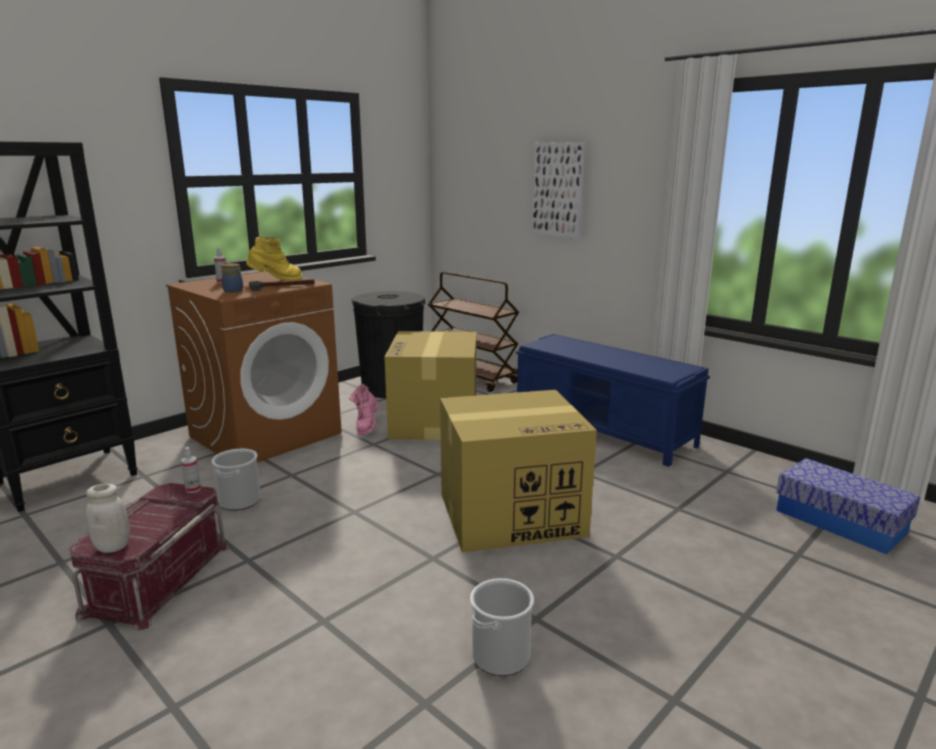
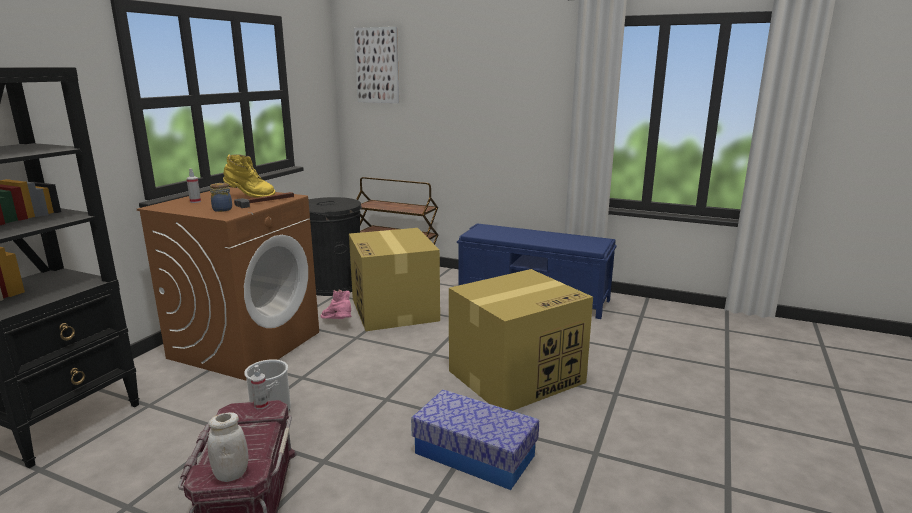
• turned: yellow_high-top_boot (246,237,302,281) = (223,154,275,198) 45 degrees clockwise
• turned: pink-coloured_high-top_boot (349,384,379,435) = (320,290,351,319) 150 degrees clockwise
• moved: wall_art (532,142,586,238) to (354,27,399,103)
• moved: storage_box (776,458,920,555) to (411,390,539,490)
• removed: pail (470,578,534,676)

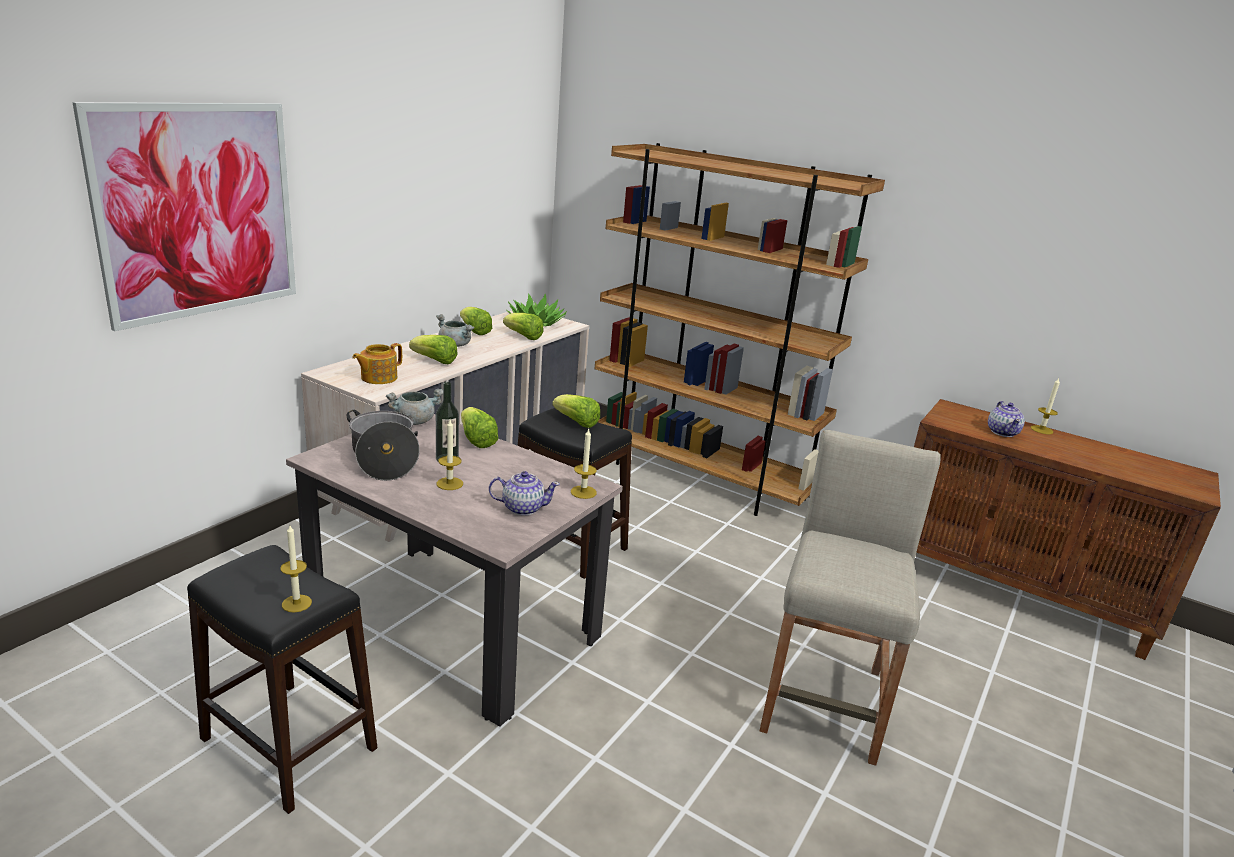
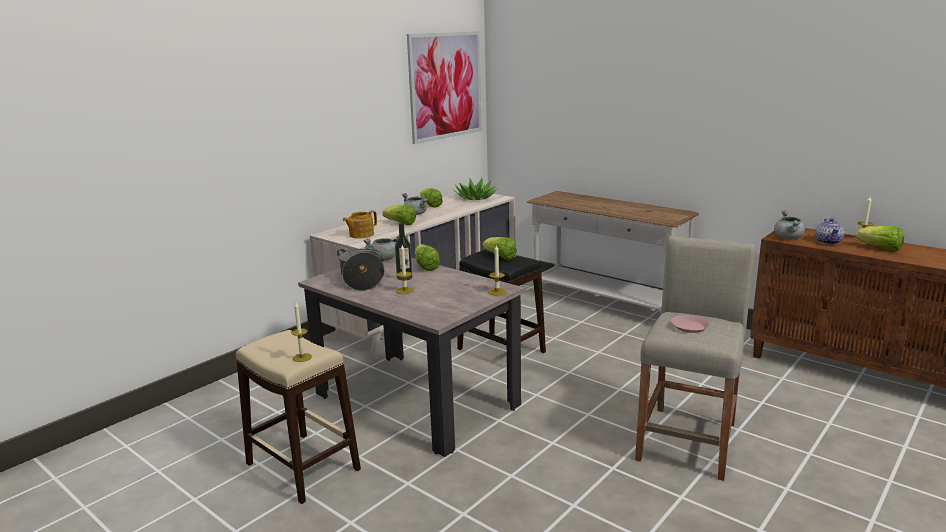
• recoloured: black-coloured_stool_seat (187,545,377,814) to beige-coloured_stool_seat (236,330,361,504)
• moved: wall_art (72,102,296,331) to (407,31,482,144)
• replaced: brown-coloured_bookshelf (595,143,885,516) to white_narrow_table (527,191,699,314)
• added: pink-coloured_dinner_plate (671,315,710,333)
• added: greyish_saucepot (774,210,805,239)
• moved: lettuce (503,313,543,340) to (855,226,904,251)
• removed: pot_for_tea (489,471,560,516)

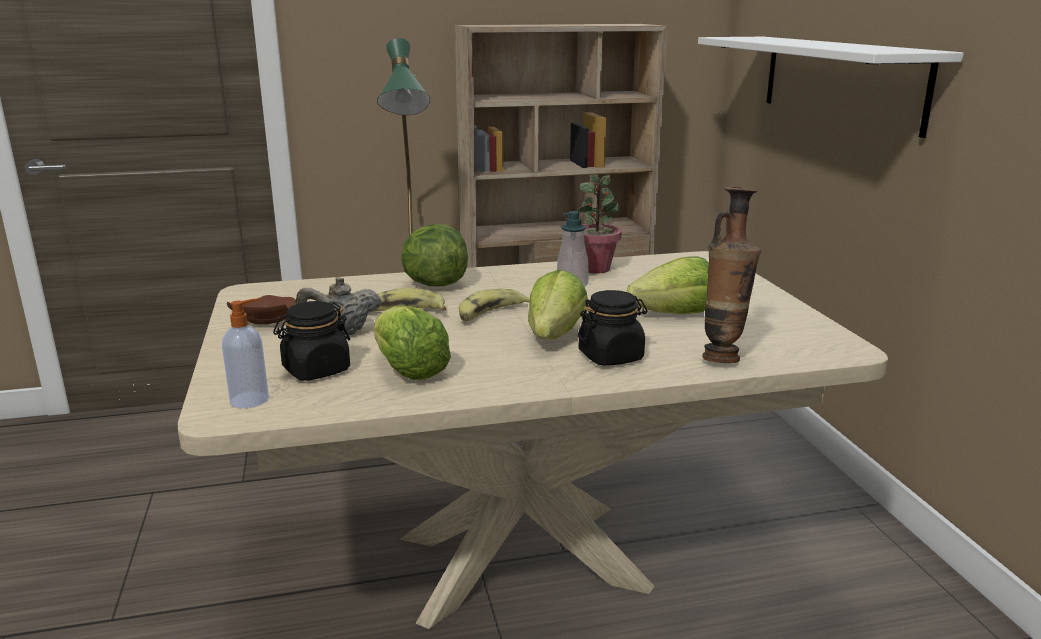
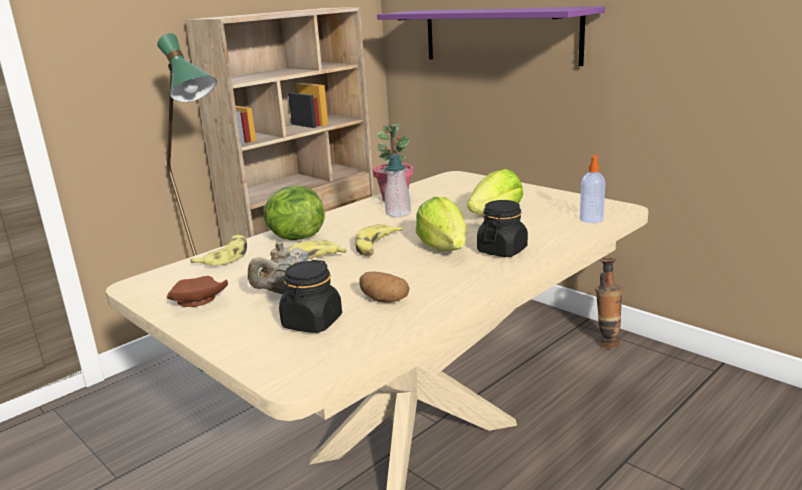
• added: banana_fruit (190,235,247,266)
• replaced: lettuce (374,306,451,380) to whole_potato (359,272,410,303)
• recoloured: white_bracket_shelf (698,37,964,138) to purple-coloured_bracket_shelf (377,6,605,66)
• moved: soap_bottle (222,299,269,408) to (580,154,605,223)
• moved: flower_vase (702,187,761,363) to (595,257,623,348)

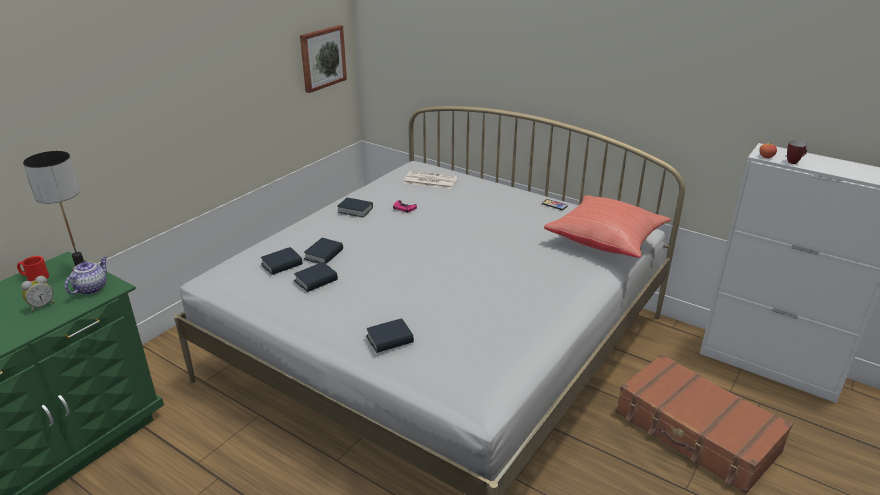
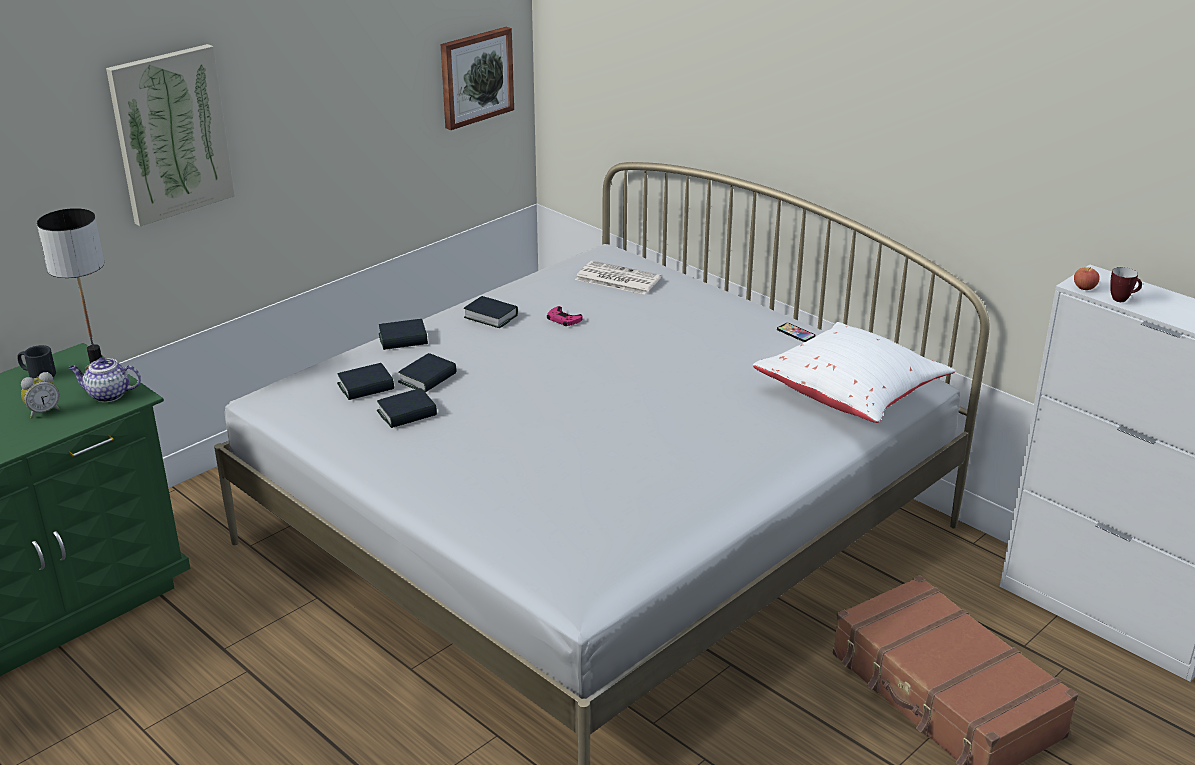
• recoloured: red_mug (17,256,49,281) to black-coloured_mug (17,345,56,379)
• turned: pot_for_tea (65,257,107,295) = (69,357,141,402) 120 degrees counterclockwise
• added: wall_art (106,44,235,226)
• moved: book (366,318,414,353) to (379,319,428,350)
• recoloured: red_cushion (544,195,671,257) to white_cushion (753,322,955,423)

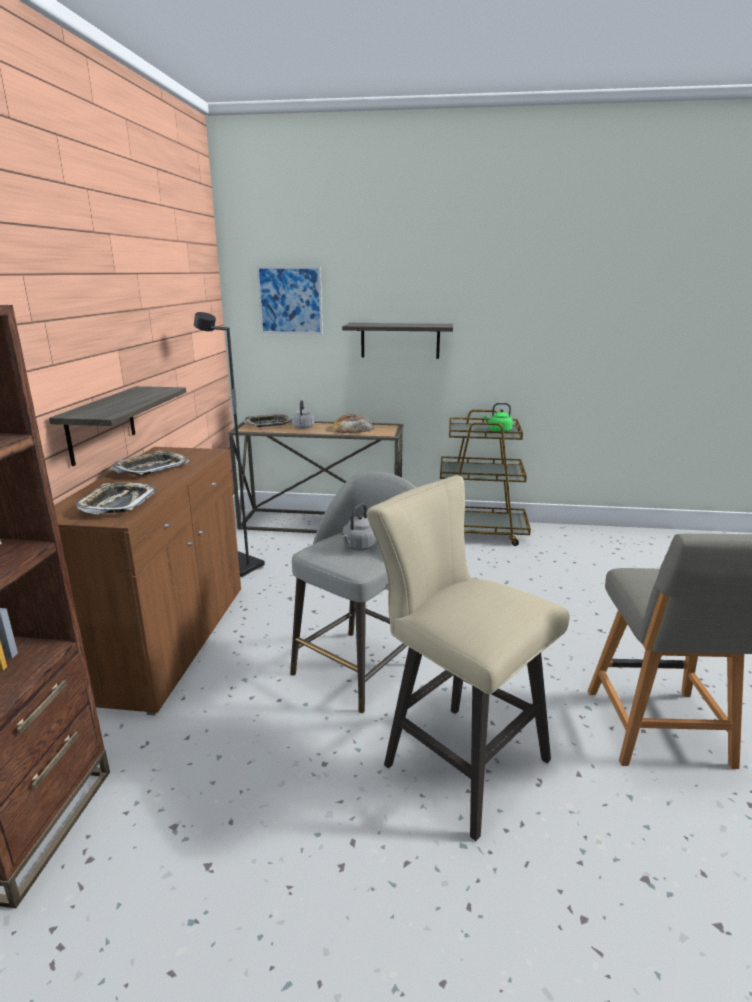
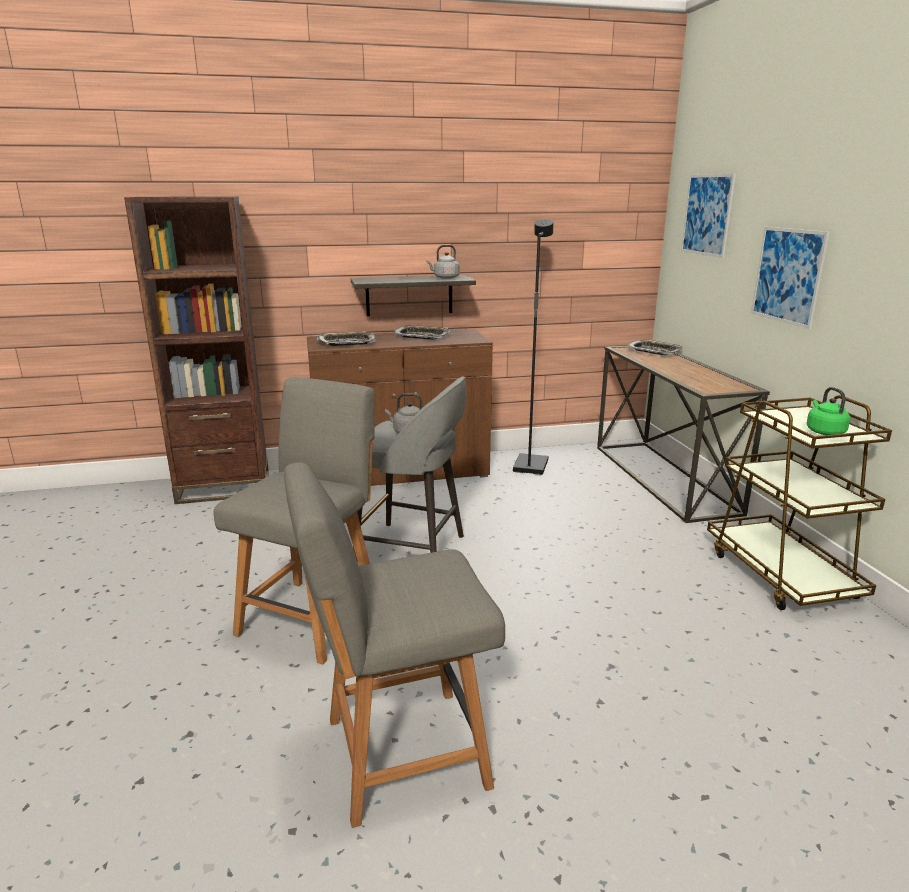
• replaced: beige-coloured_stool_seat (367,475,569,841) to greyish_upright_chair (213,377,375,665)
• moved: greyish_kettle (292,400,314,429) to (426,245,460,279)
• replaced: bracket_shelf (342,323,453,359) to wall_art (751,227,830,329)
• removed: bread (331,414,374,433)

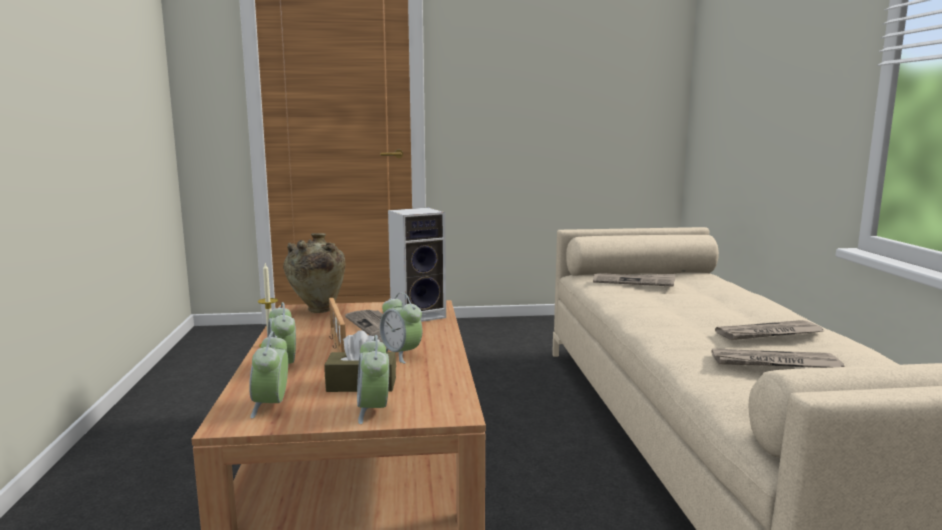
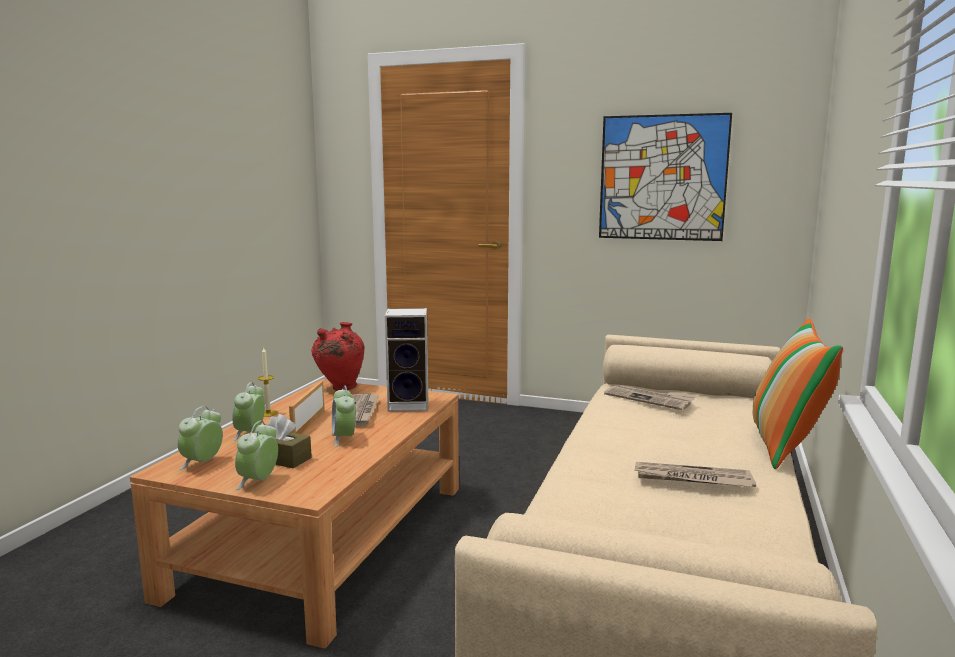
• recoloured: beige-coloured_flower_vase (283,233,345,313) to red_flower_vase (311,322,365,391)
• added: wall_art (599,113,732,241)
• added: cushion (753,318,843,469)
• removed: printed_paper (711,348,844,368)

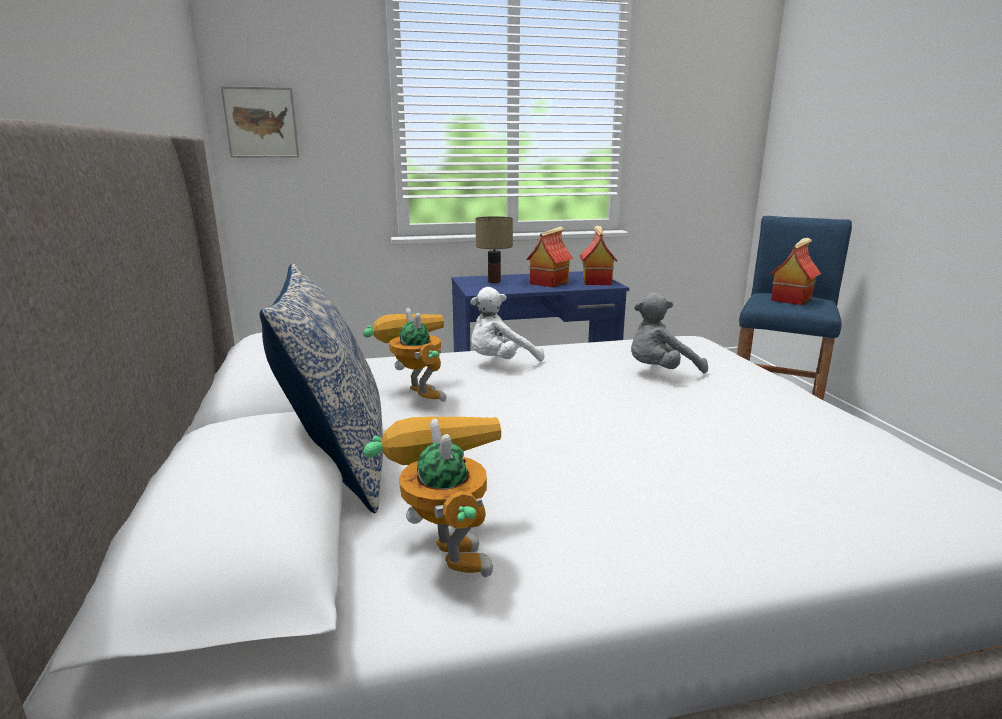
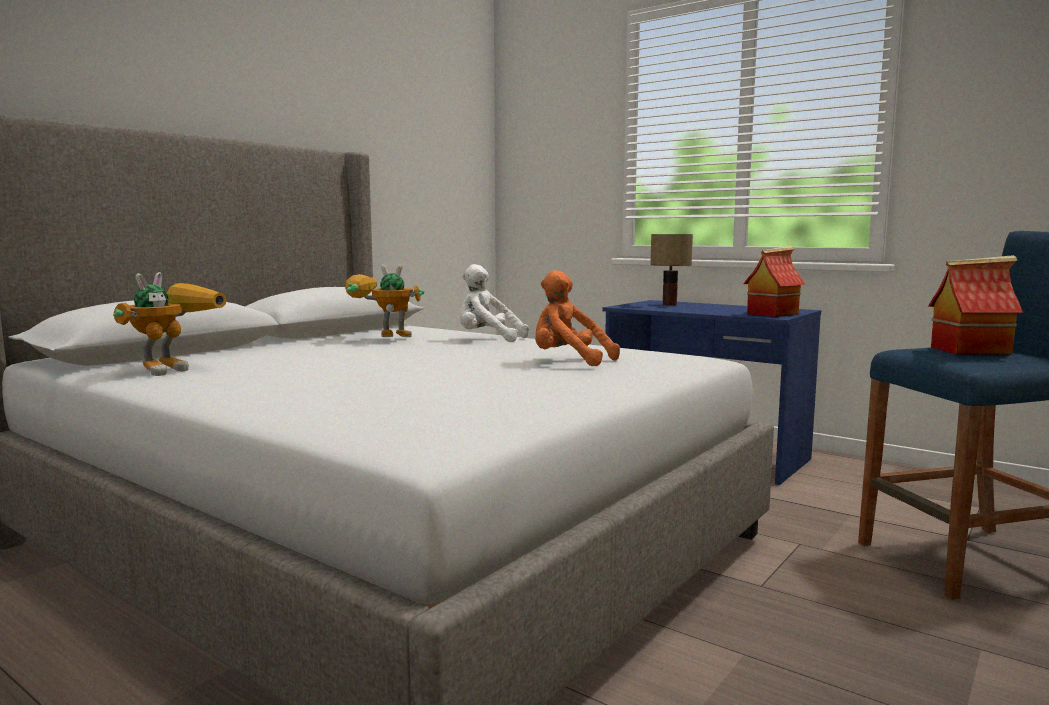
• turned: robot_figure (363,308,446,402) = (345,264,424,337) 105 degrees counterclockwise
• recoloured: greyish_cuddly_toy (631,292,708,373) to orange_cuddly_toy (535,270,620,366)
• removed: wall_art (221,86,299,158)
• removed: cushion (260,263,383,513)
• removed: miniature_house (526,226,573,287)

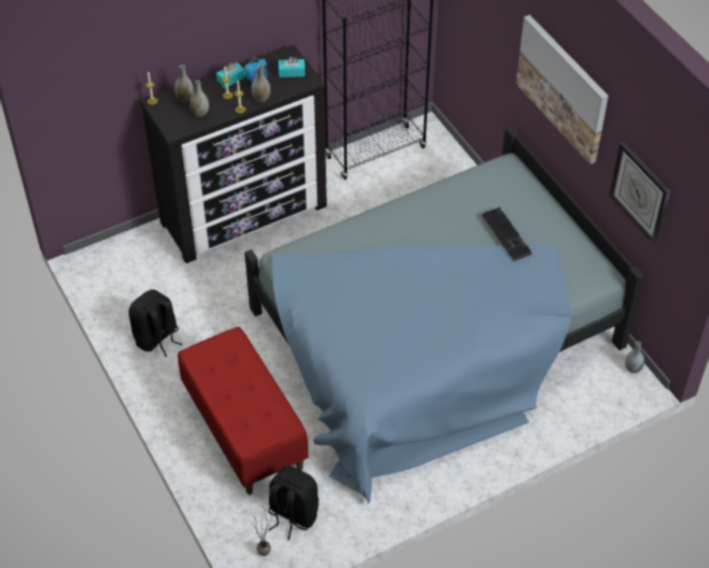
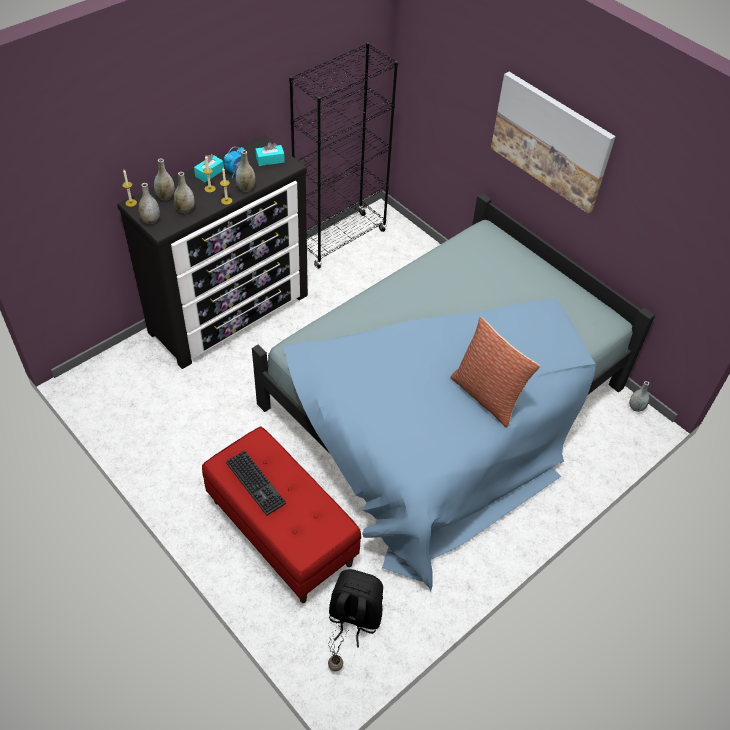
• added: greyish_flower_vase (138,183,160,224)
• moved: keyboard (482,207,532,261) to (226,450,286,515)
• added: cushion (451,317,540,428)
• removed: black-coloured_knapsack (129,289,182,357)
• removed: hanging_clock (609,142,671,245)

